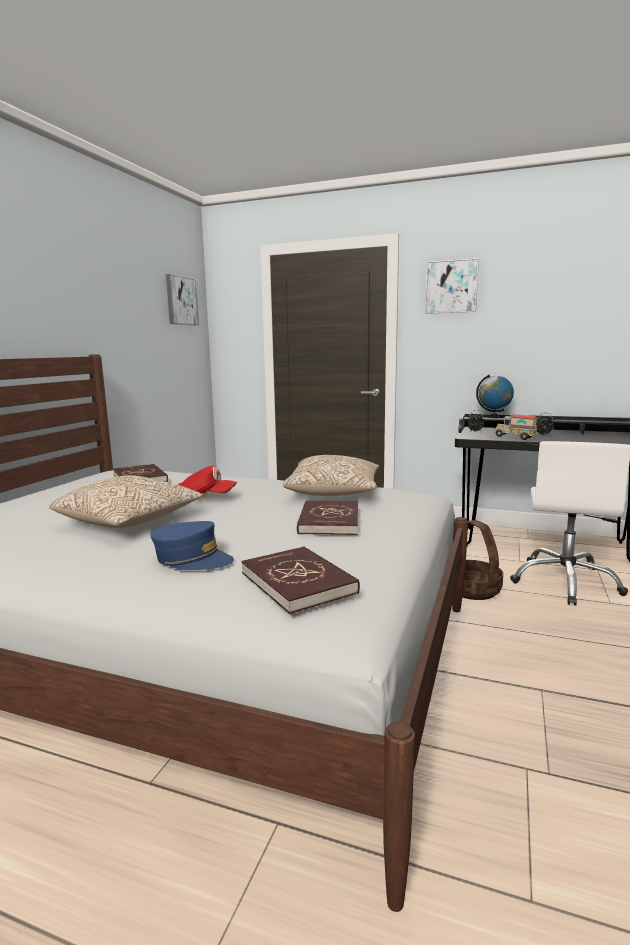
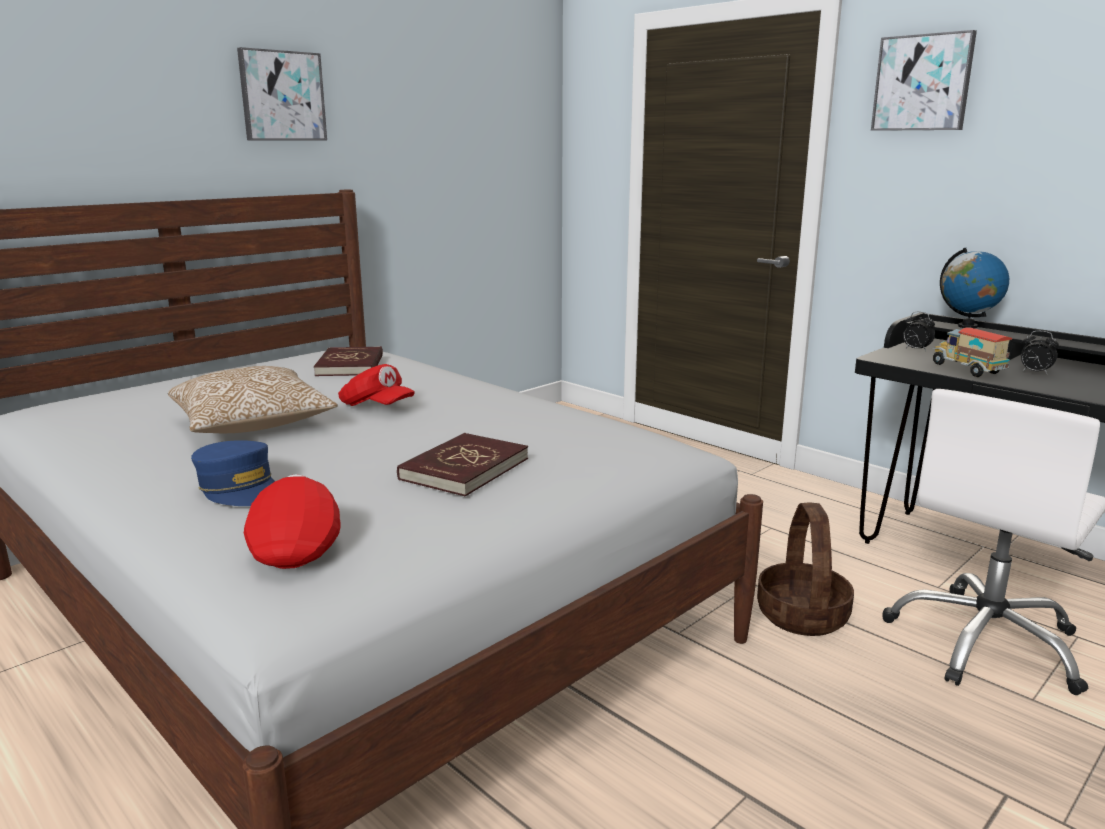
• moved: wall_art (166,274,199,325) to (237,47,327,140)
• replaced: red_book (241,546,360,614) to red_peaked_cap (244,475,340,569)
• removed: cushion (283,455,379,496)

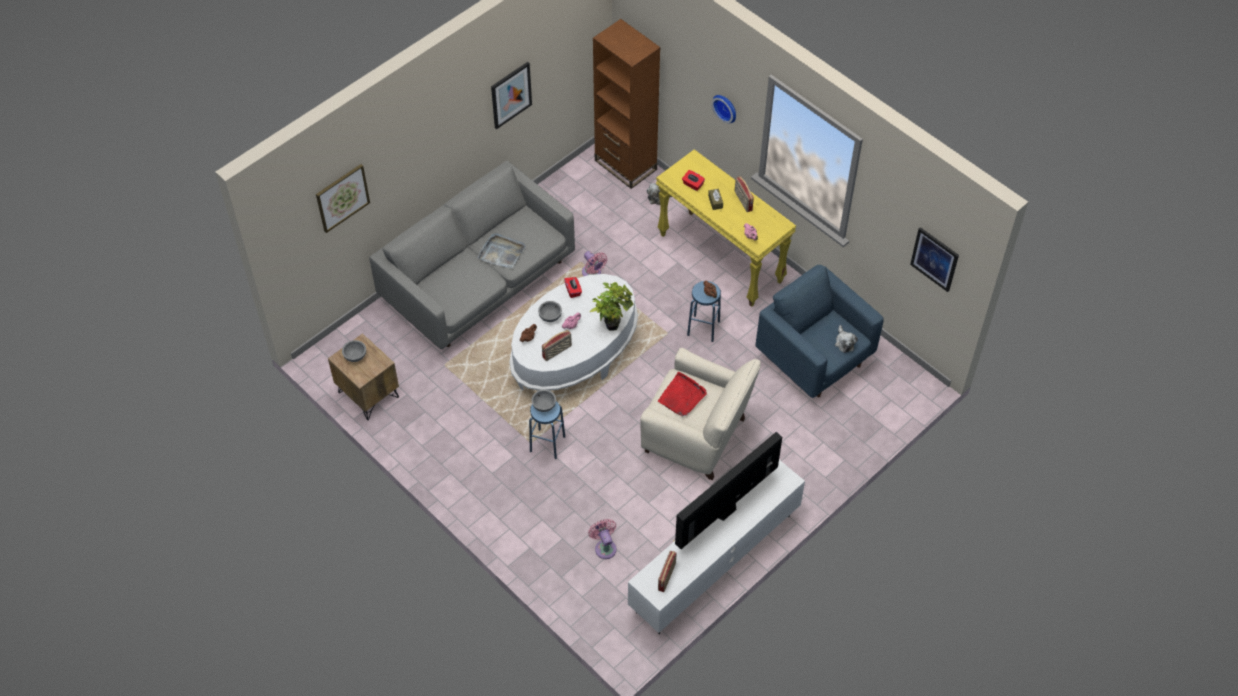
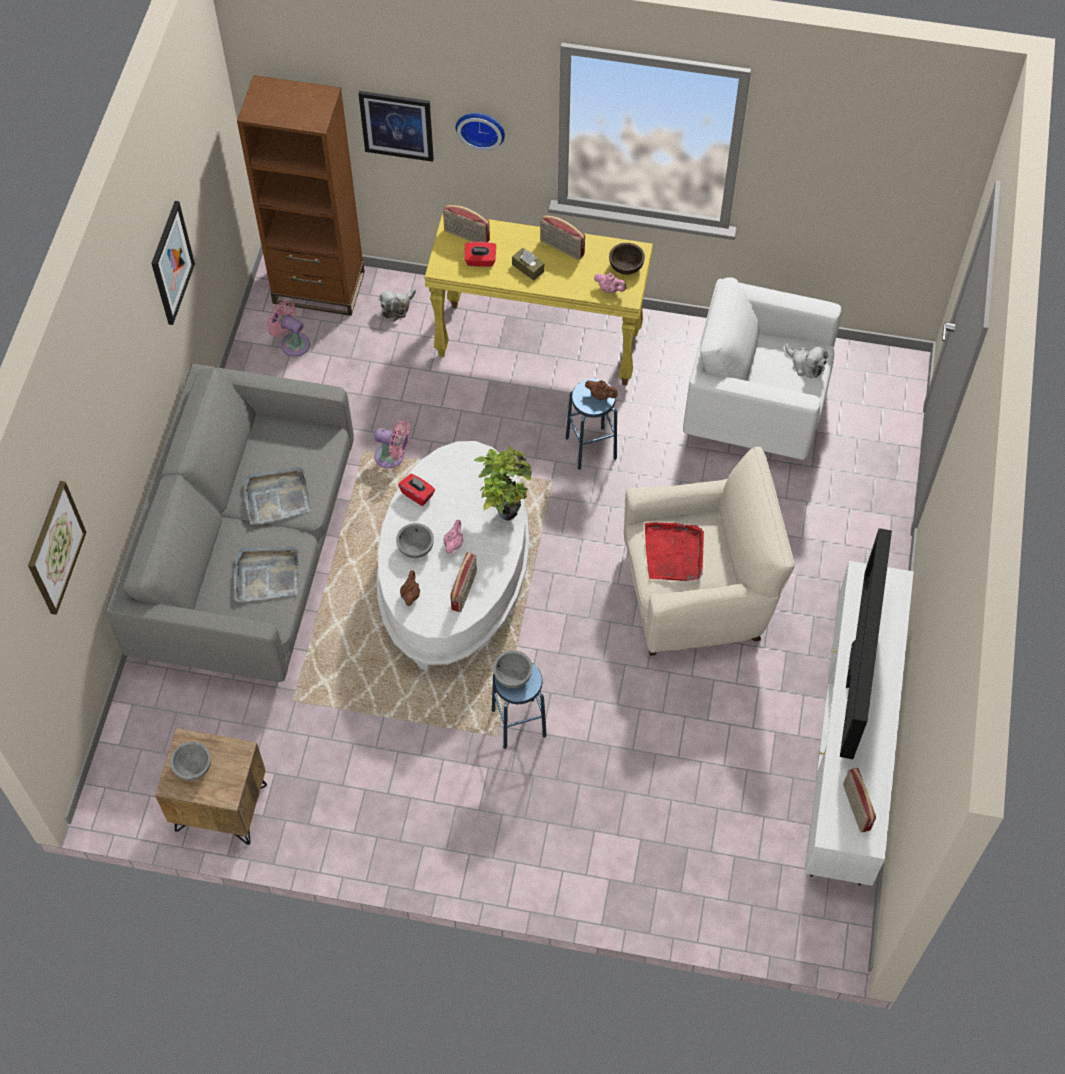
• added: greyish_tray (234,547,299,601)
• moved: pink-coloured_electric_fan (588,519,617,559) to (267,300,310,357)
• moved: wall_art (910,227,959,292) to (358,91,434,162)
• added: radio (443,204,490,242)
• added: brown-coloured_bowl (609,243,645,275)
• recoloured: blue-coloured_easy_chair (755,265,884,398) to white_easy_chair (683,278,842,460)

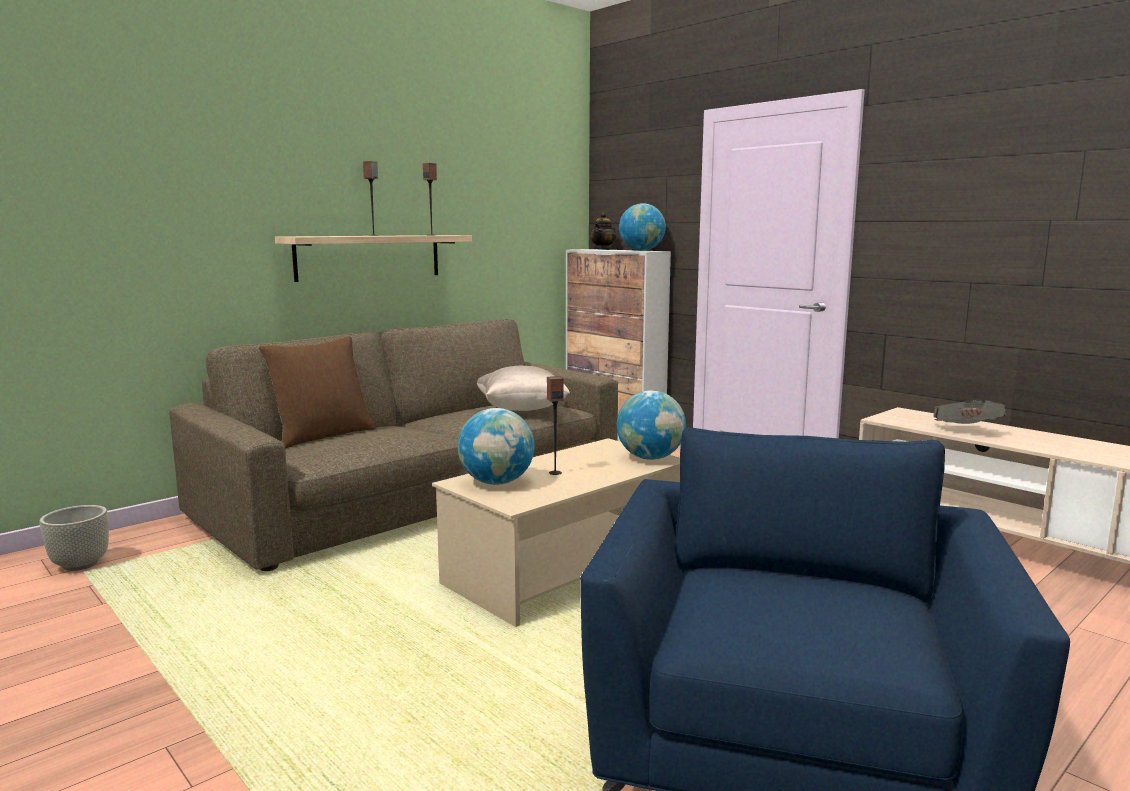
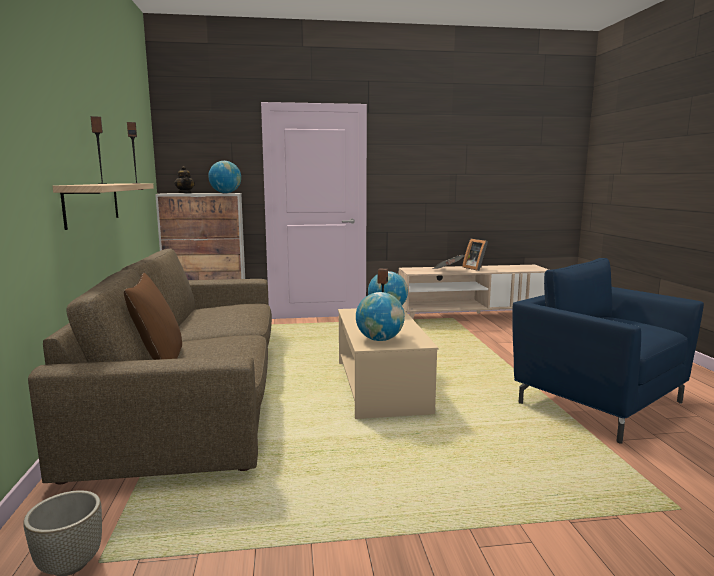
• added: picture_frame (462,239,488,271)
• removed: beige-coloured_cushion (477,366,570,411)

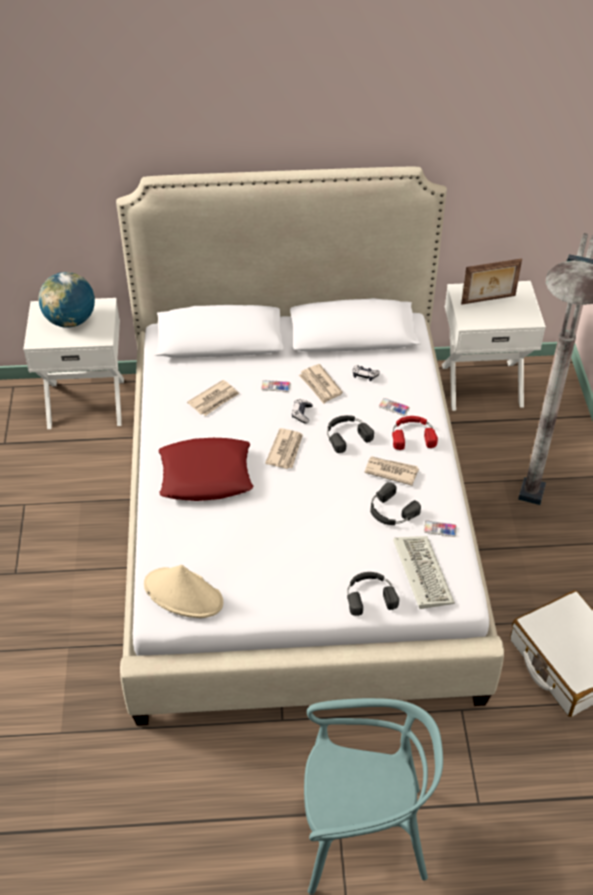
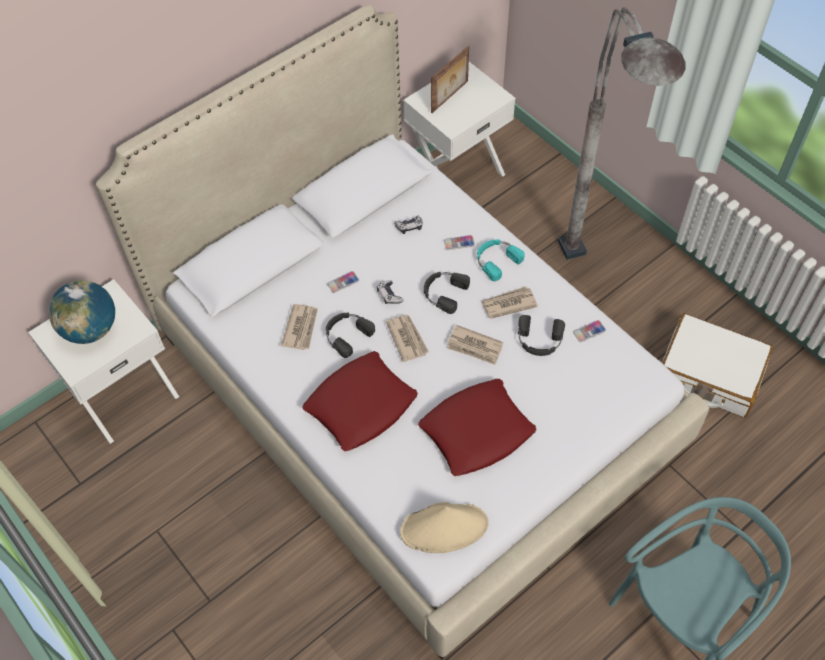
• moved: black-coloured_headset (347,572,399,616) to (326,313,375,358)
• added: red_cushion (418,379,536,476)
• moved: printed_paper (299,364,343,404) to (447,325,503,365)
• recoloured: red_headset (392,416,438,450) to blue-green_headset (477,240,525,281)
• removed: keyboard (393,536,455,609)

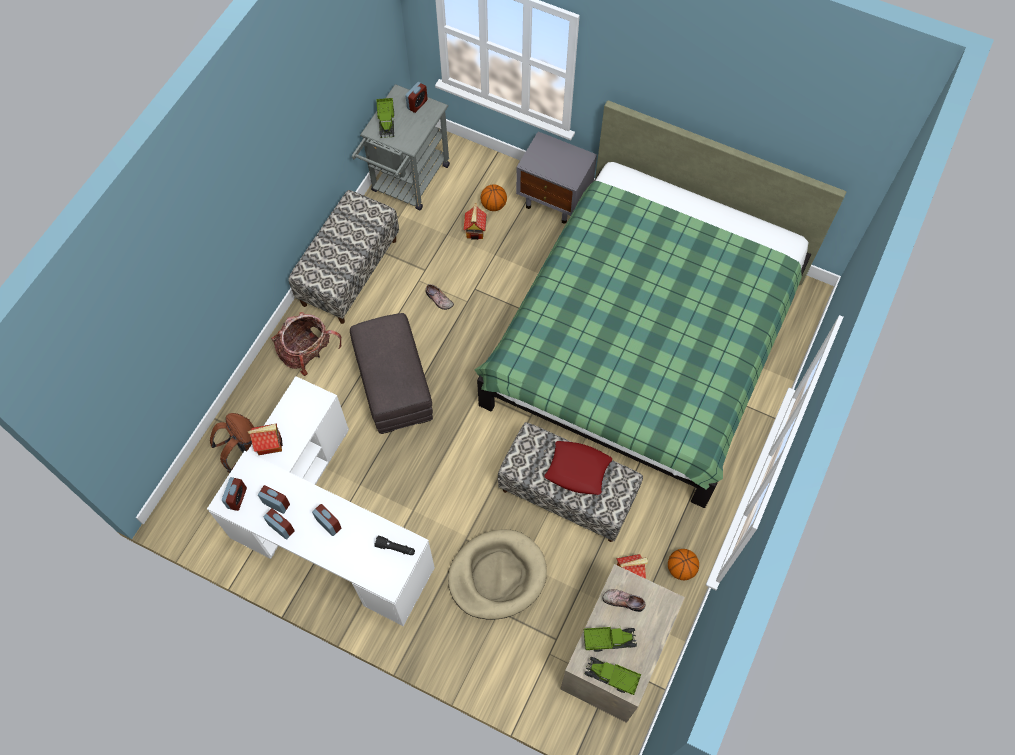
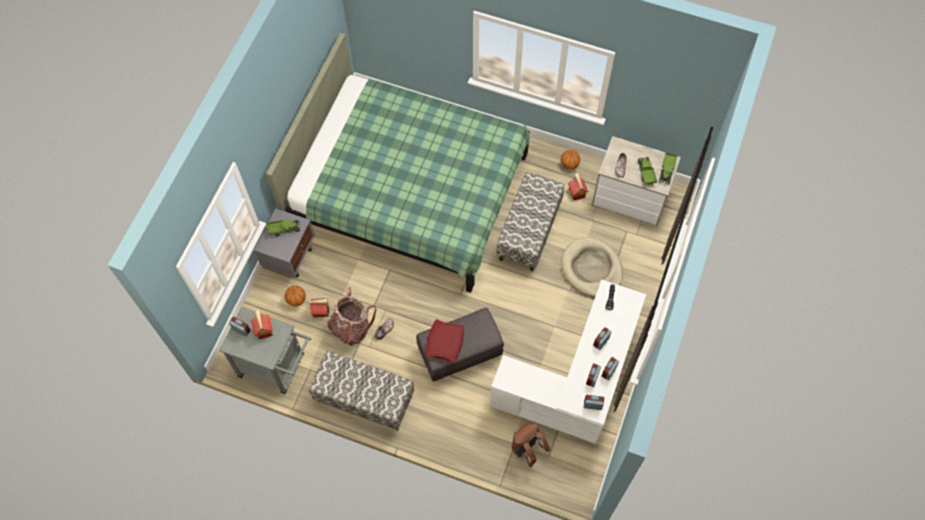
• moved: miniature_house (248,424,283,455) to (251,310,273,339)
• moved: toy_lorry (376,98,395,138) to (267,220,300,237)
• moved: knapsack (271,312,341,376) to (327,287,376,346)
• moved: red_cushion (544,441,612,495) to (426,319,464,363)

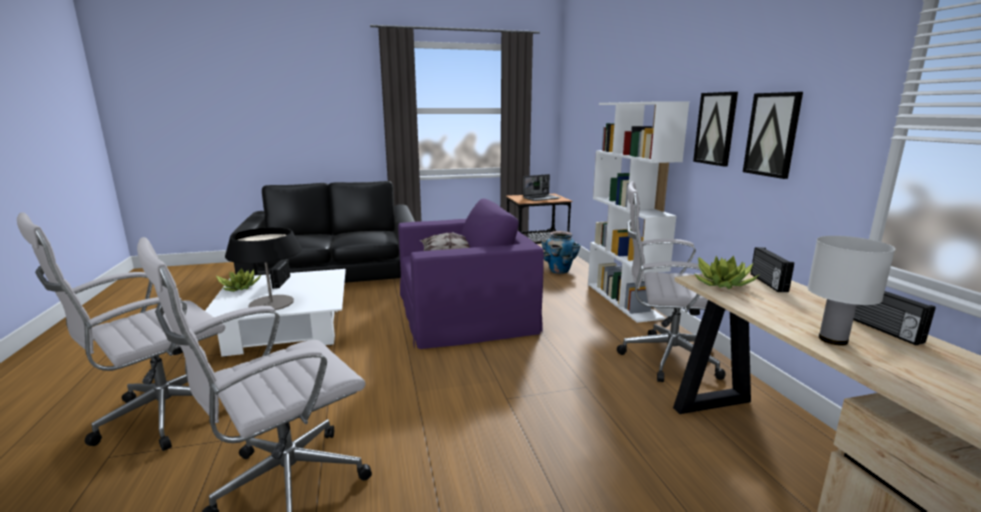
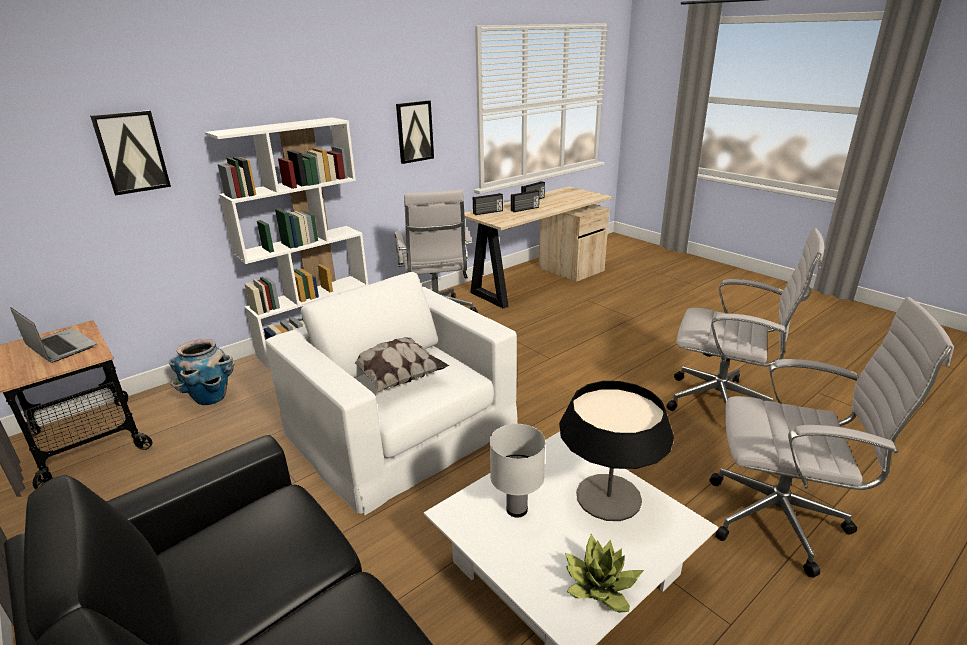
• moved: wall_art (693,92,738,167) to (90,110,171,195)
• recoloured: purple-coloured_easy_chair (398,198,544,349) to white_easy_chair (265,272,518,515)
• moved: white_tabletop_lamp (807,236,895,346) to (490,424,545,517)
• moved: radio (270,259,290,289) to (511,190,539,212)
• removed: houseplant (694,256,760,289)

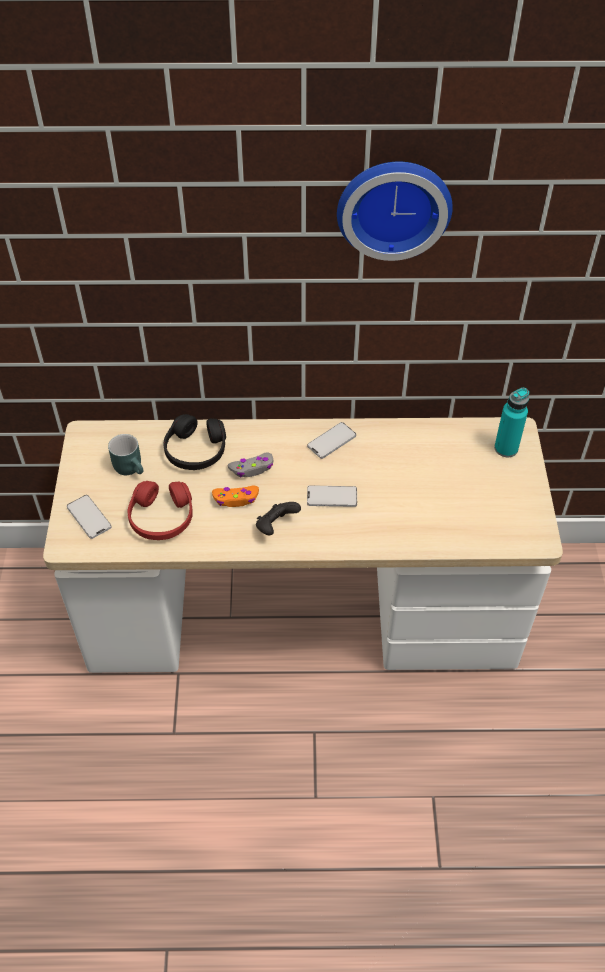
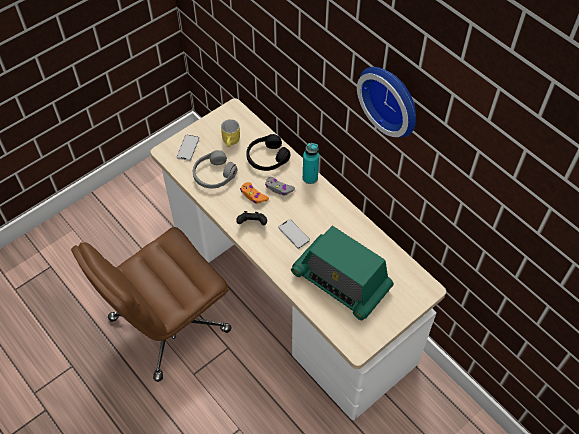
• added: brown-coloured_office_chair (71,227,232,382)
• recoloured: red_headset (128,481,193,540) to greyish_headset (193,150,237,188)
• recoloured: blue-green_mug (108,434,143,475) to yellow_mug (221,119,240,147)
• added: radio (291,226,394,320)
• moved: blue-green_bottle (494,388,529,457) to (303,143,319,184)
• removed: telephone (307,422,356,459)

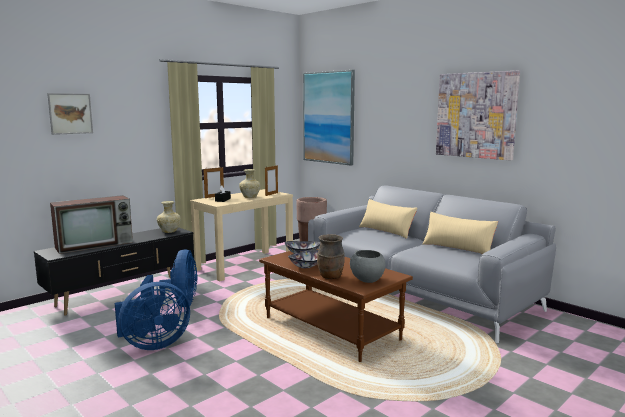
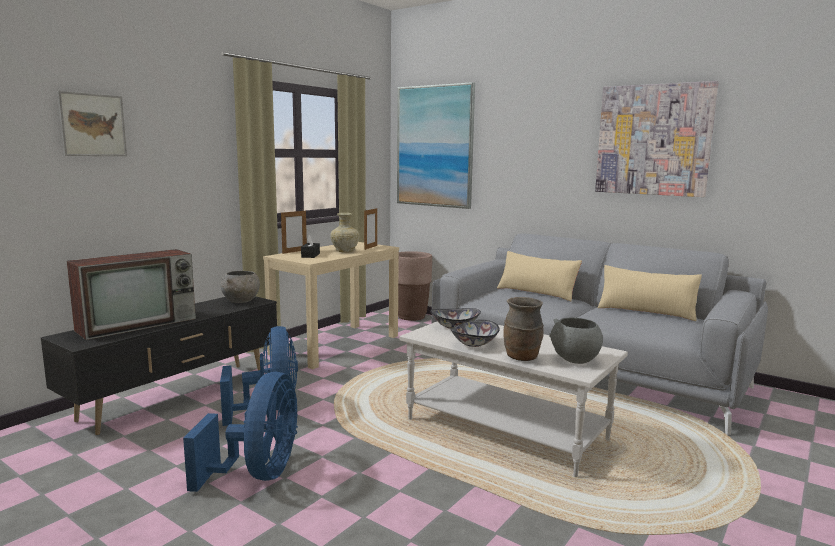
• turned: blue-coloured_electric_fan (115,282,190,350) = (183,372,298,492) 45 degrees counterclockwise
• replaced: beige-coloured_flower_vase (157,201,181,233) to greyish_bowl (221,271,260,303)
• recoloured: brown-coloured_lounge_table (259,249,413,362) to white_lounge_table (399,322,628,477)

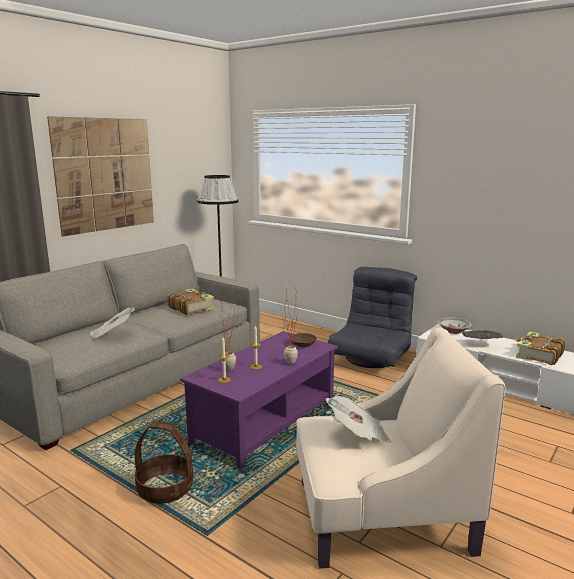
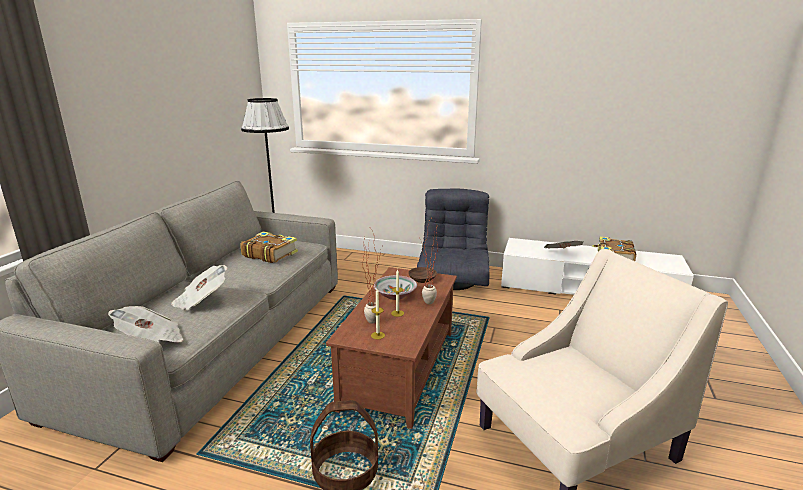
• moved: printed_paper (326,396,392,443) to (108,306,183,343)
• recoloured: purple-coloured_lounge_table (180,331,338,470) to brown-coloured_lounge_table (326,267,457,429)
• moved: bowl (438,317,472,334) to (373,275,417,300)
• removed: wall_art (47,116,154,237)

